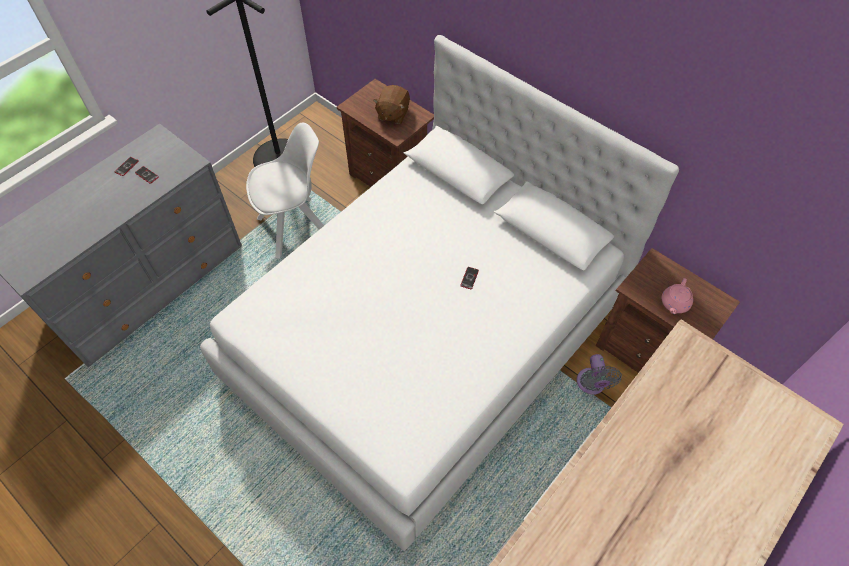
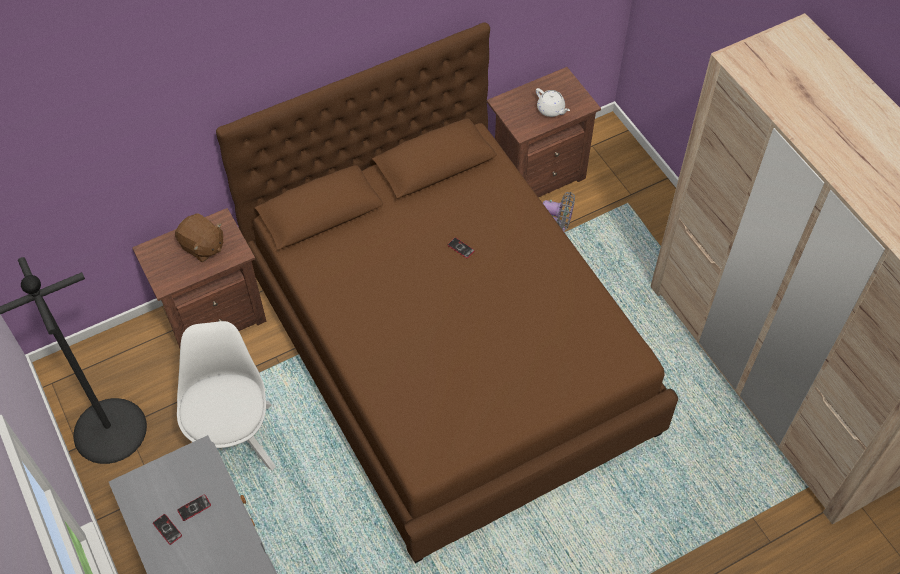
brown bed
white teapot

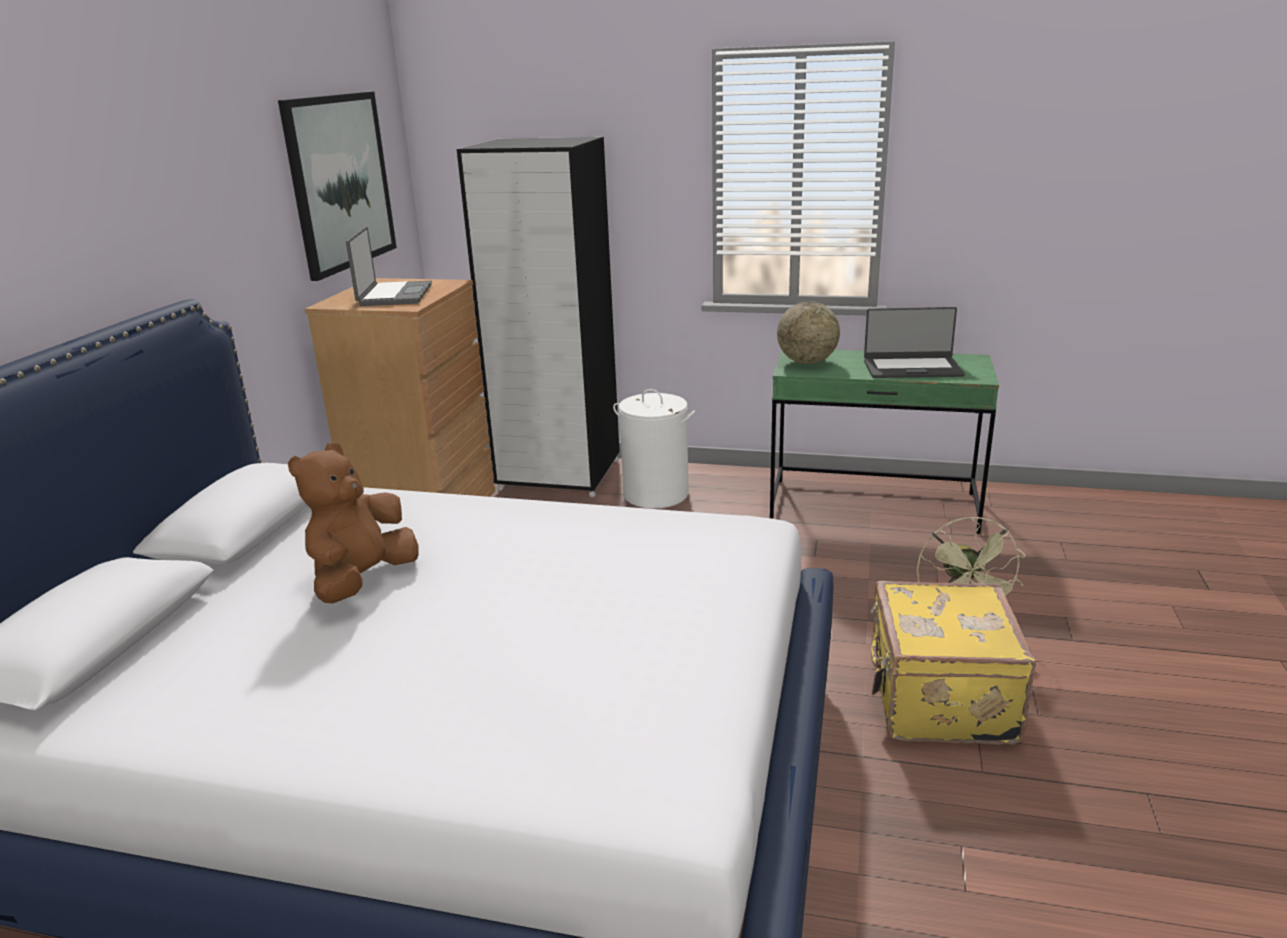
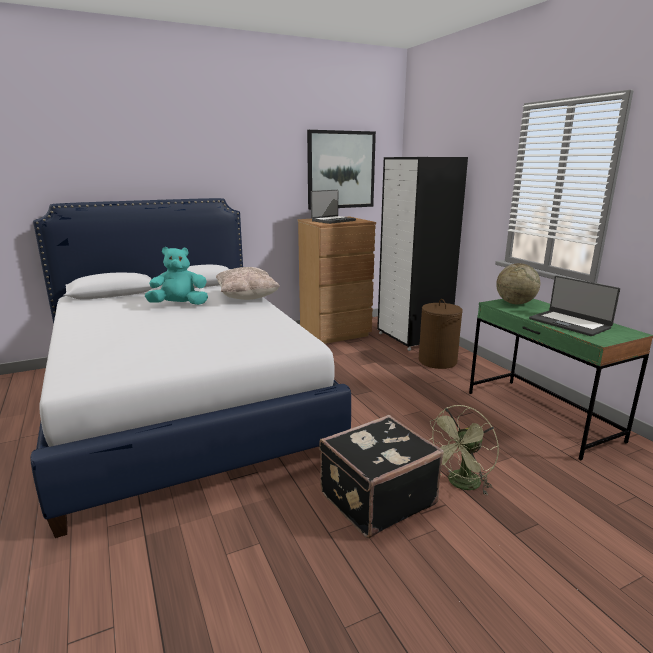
beige pillow
turquoise plush toy
brown laundry basket
black suitcase

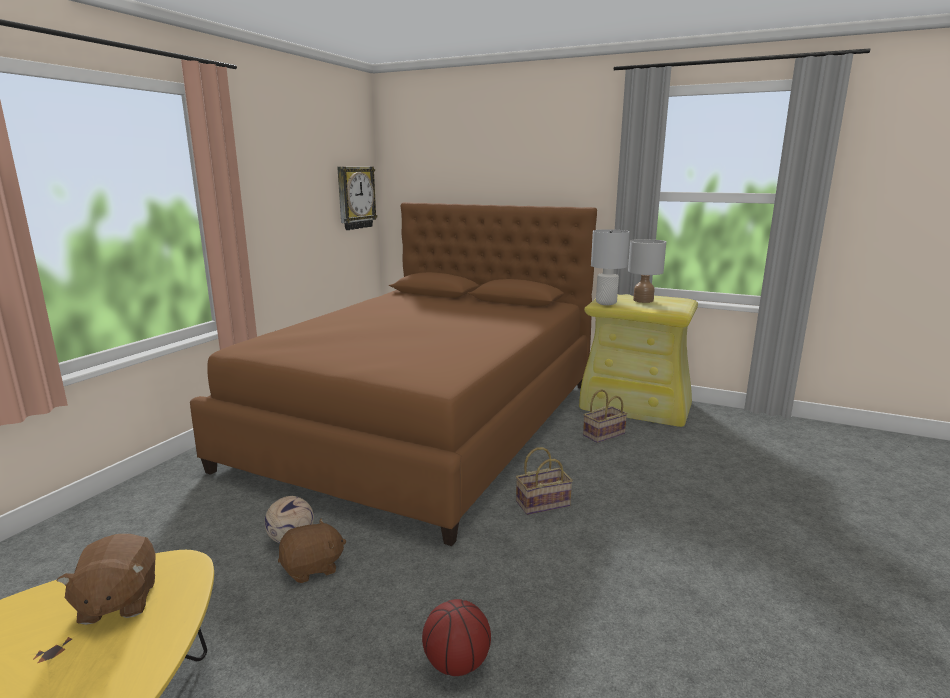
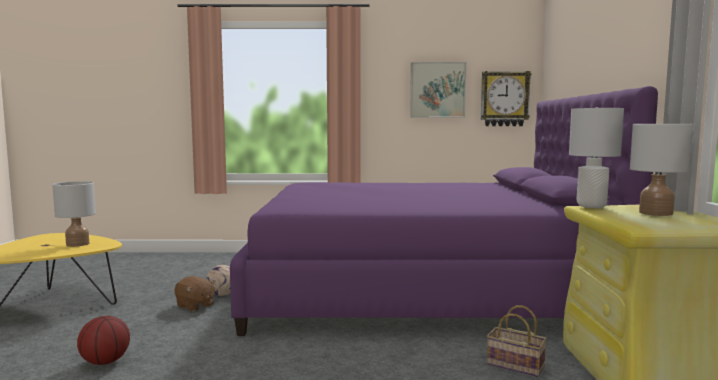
basket (no. 1 from left in the first image)
picture
grey table lamp (no. 1 from left)
purple bed

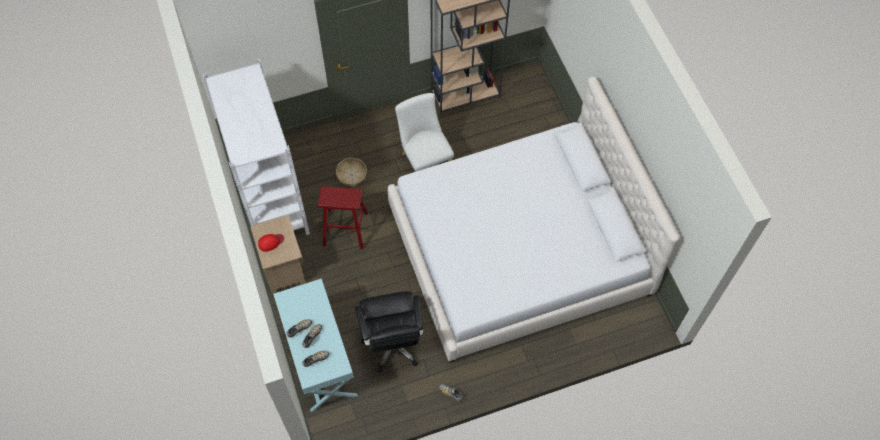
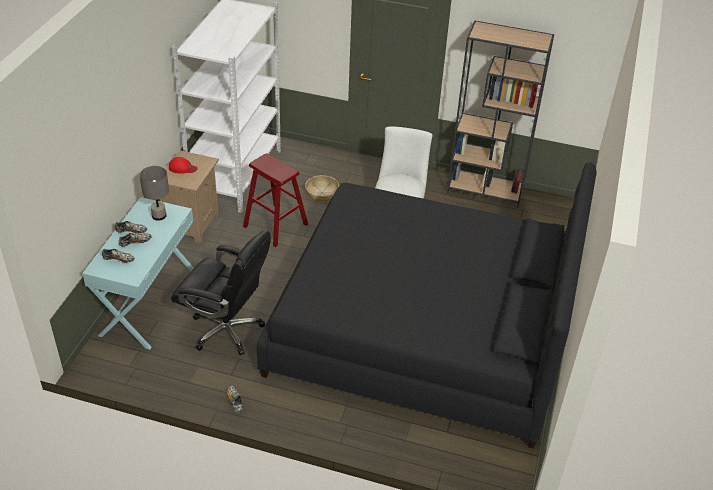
grey table lamp
black bed
black office chair

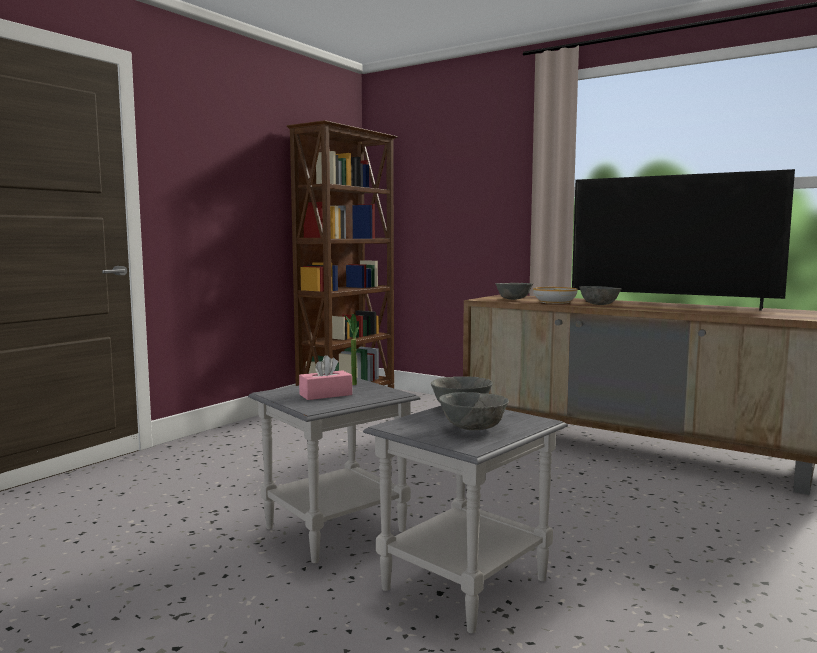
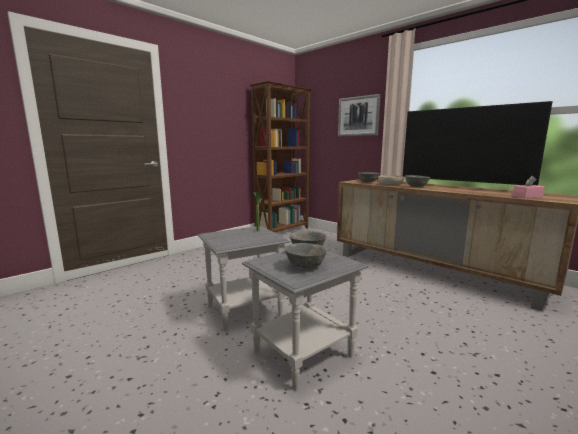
picture
pink tissue box

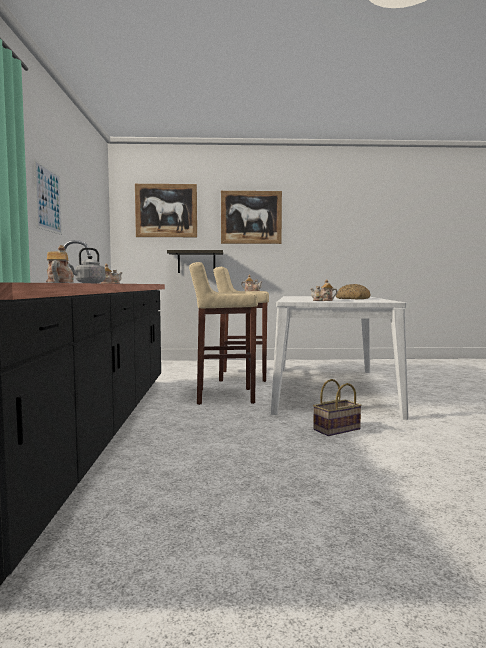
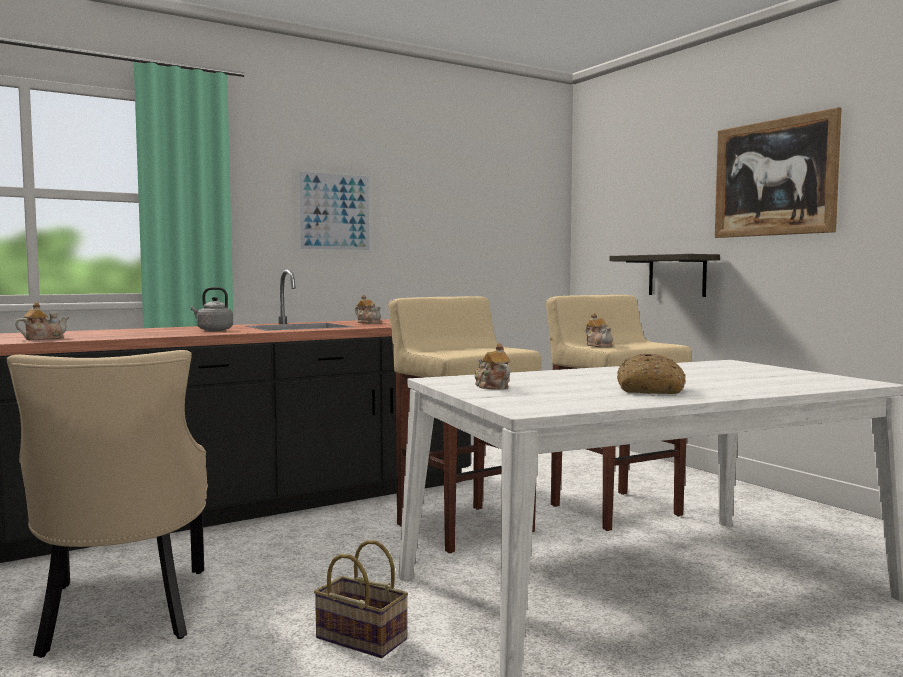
picture (no. 2 from left in the first image)
beige chair

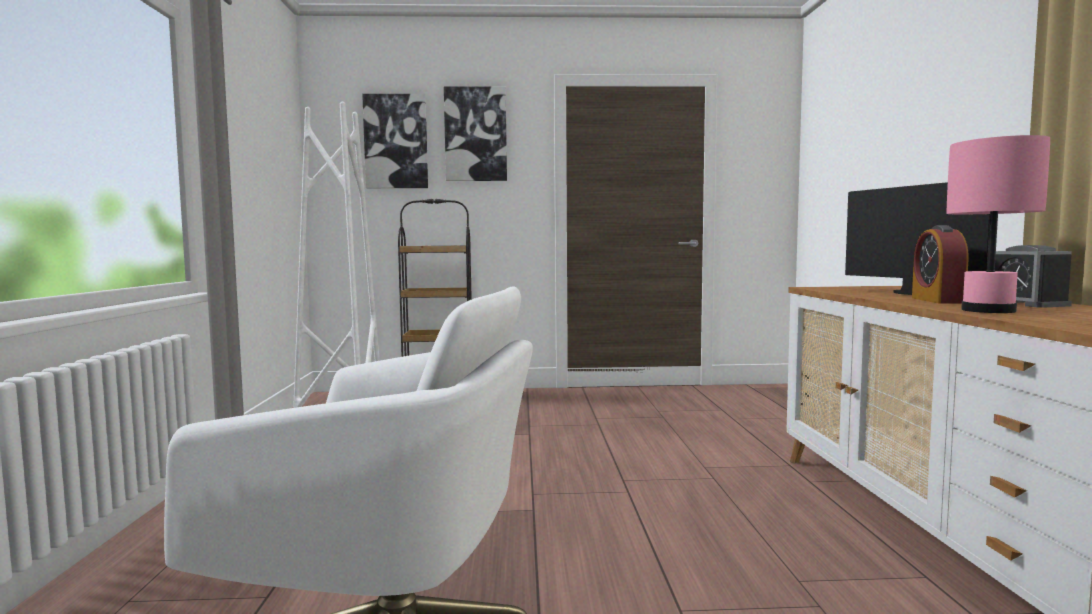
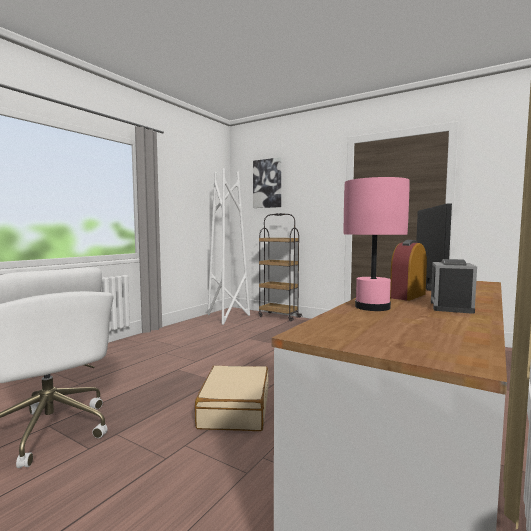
picture (no. 2 from left in the first image)
beige suitcase

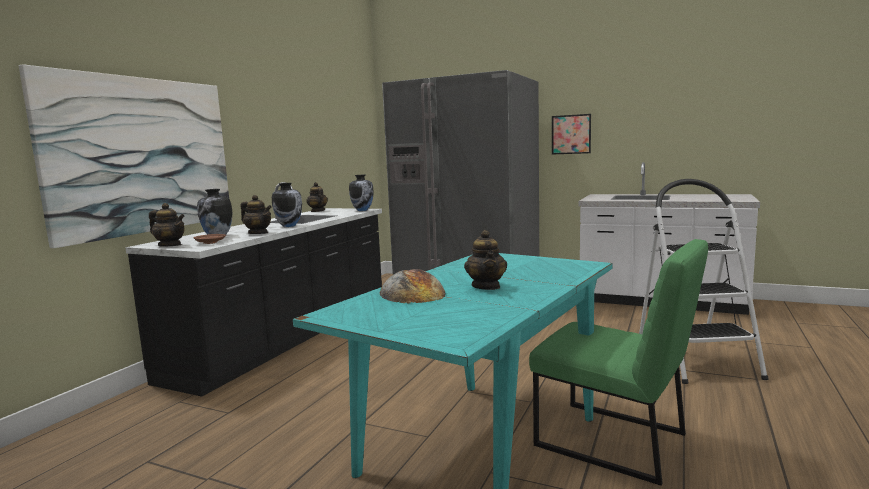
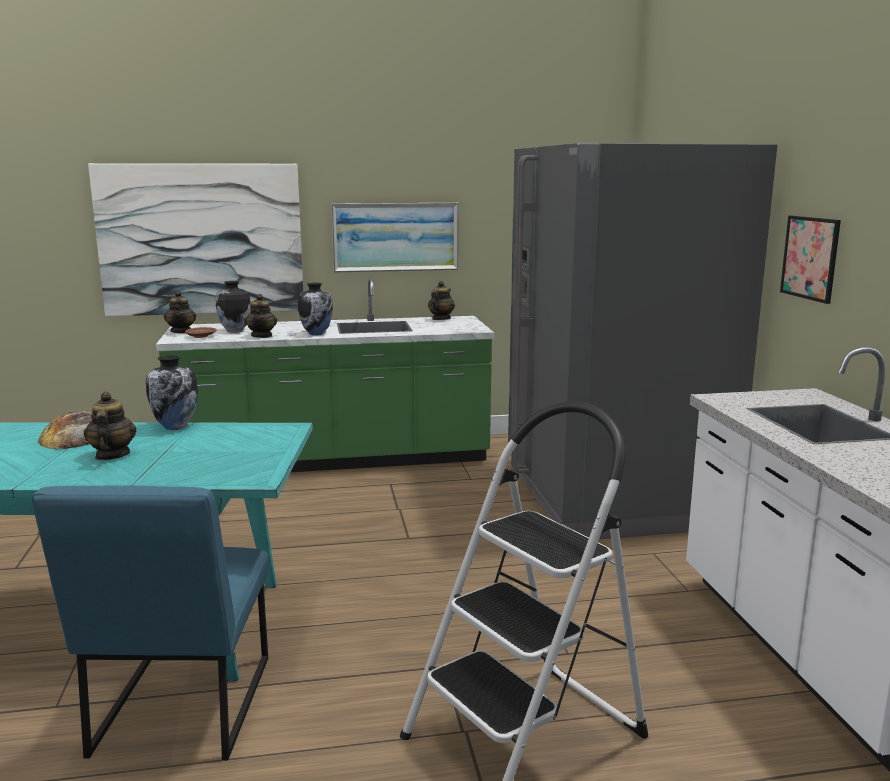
picture (no. 2 from left)
vase (no. 1 from left)
green counter
blue chair
teapot (no. 1 from left)

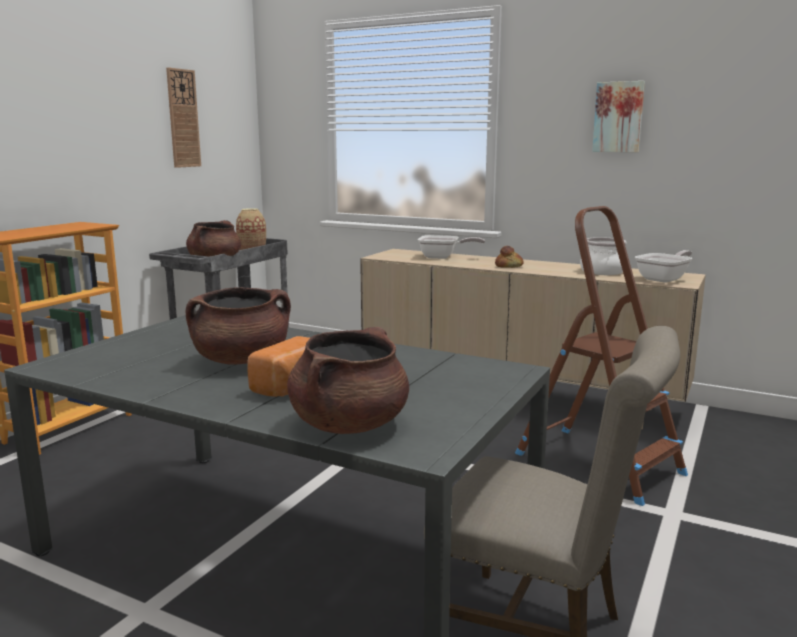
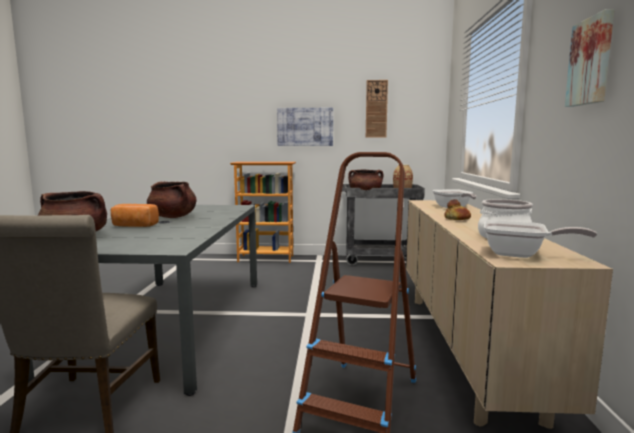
picture (no. 1 from left)

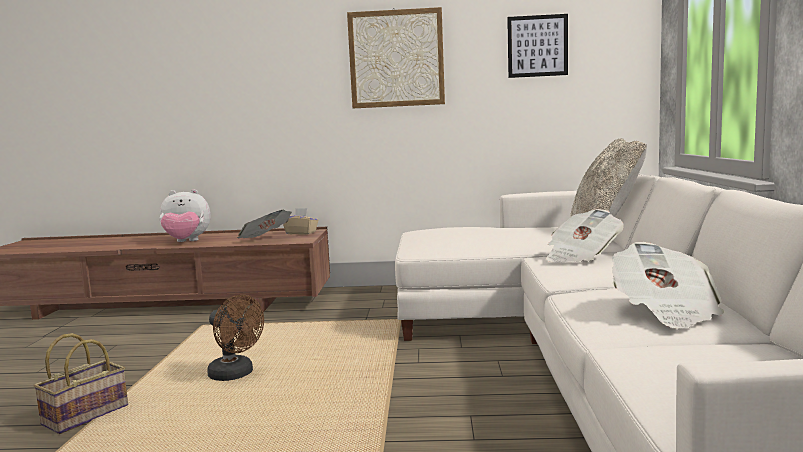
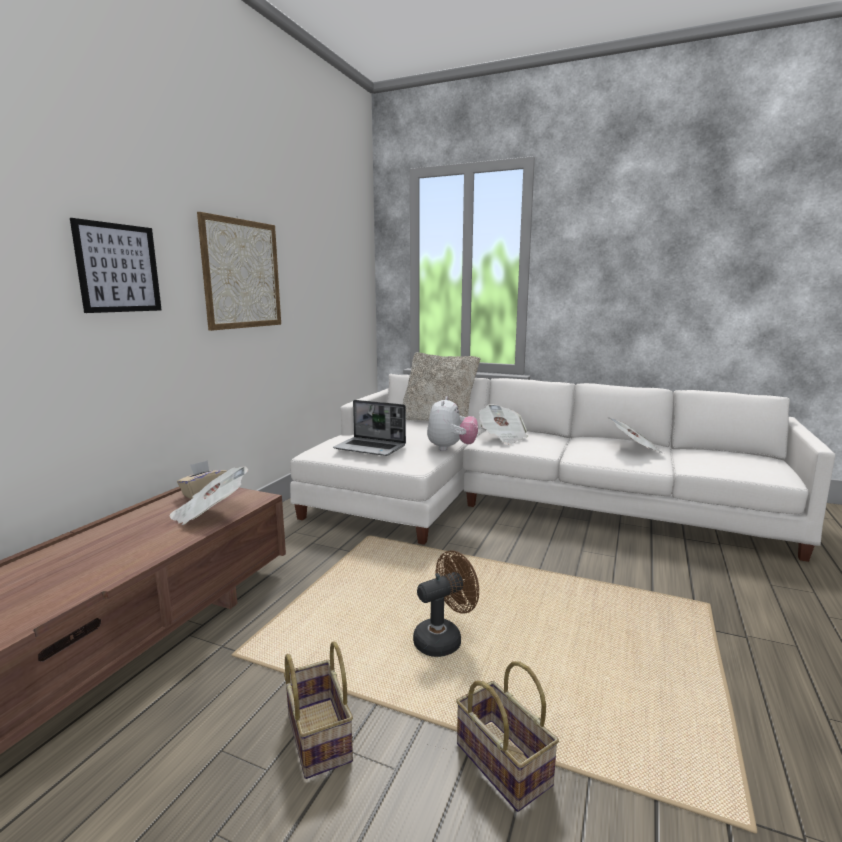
basket (no. 1 from left)
laptop
plush toy
picture (no. 1 from left)

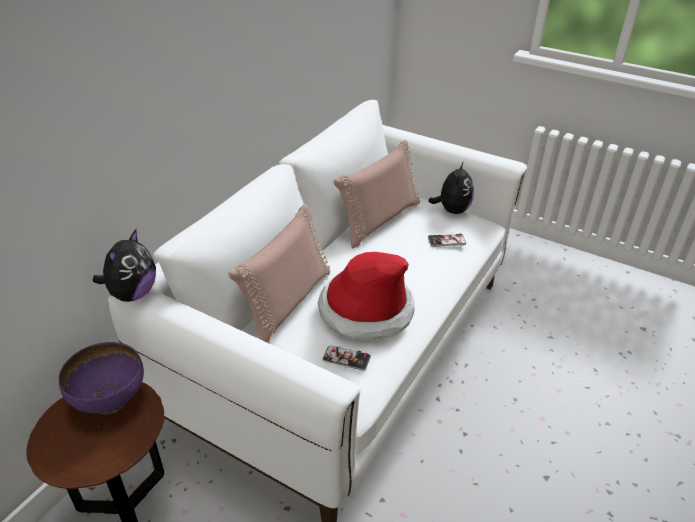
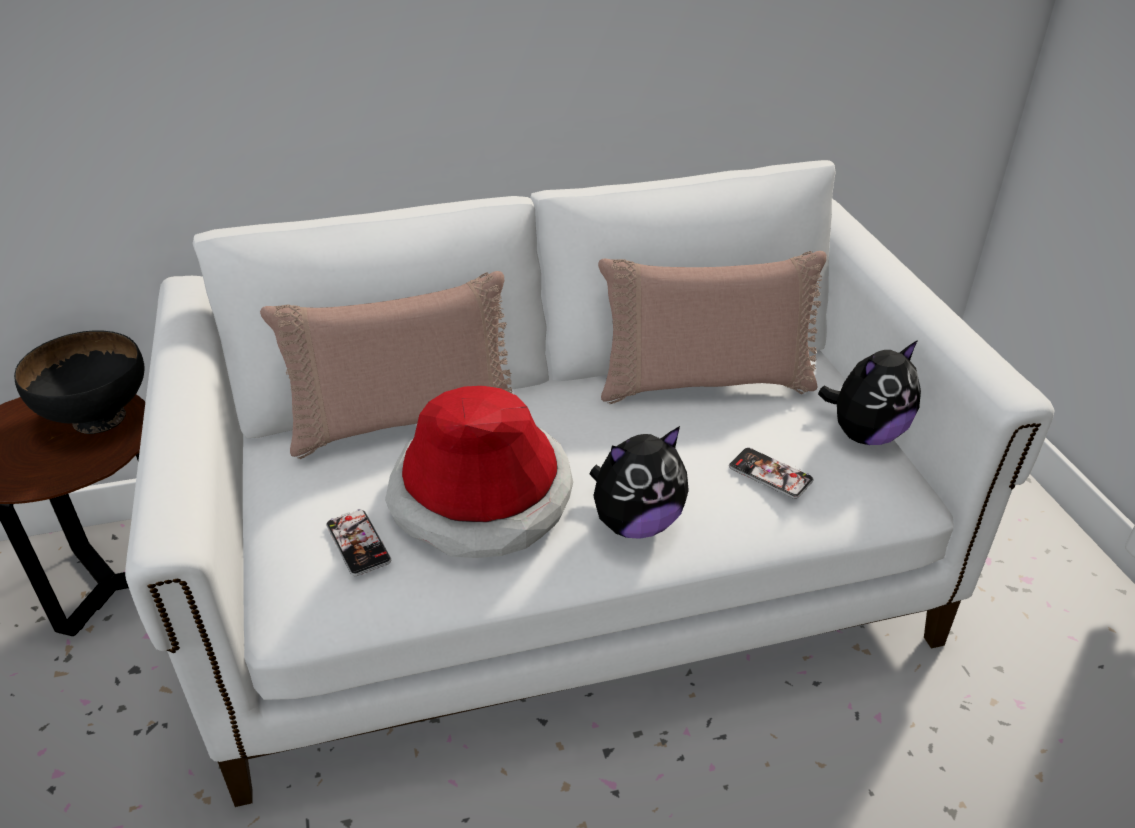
plush toy (no. 1 from left)
black bowl

